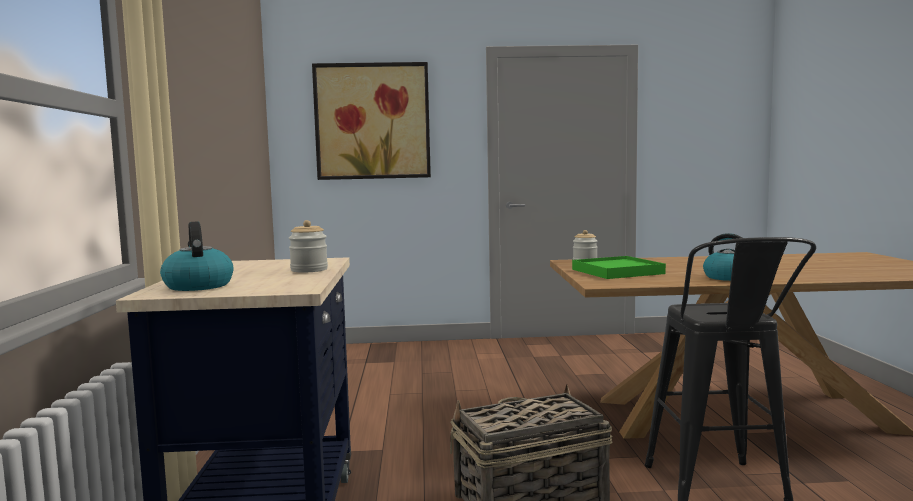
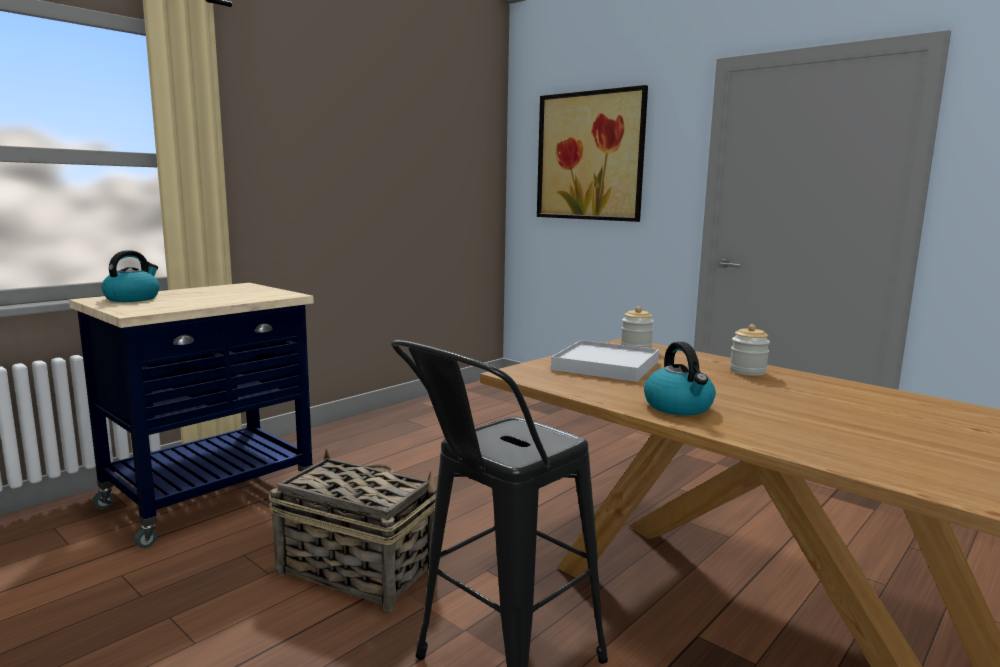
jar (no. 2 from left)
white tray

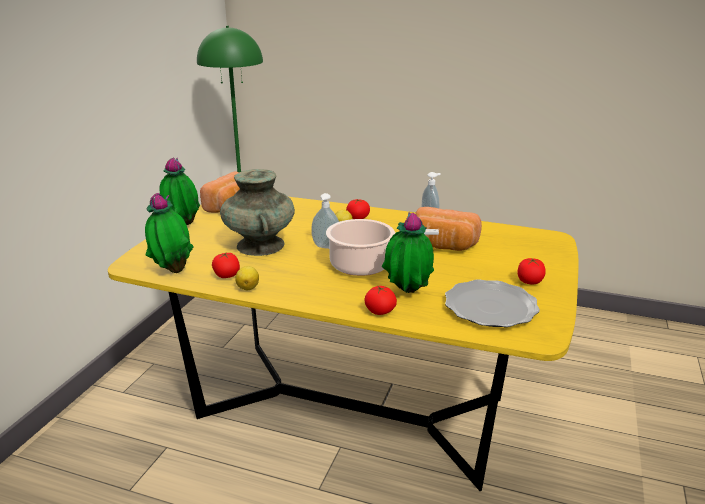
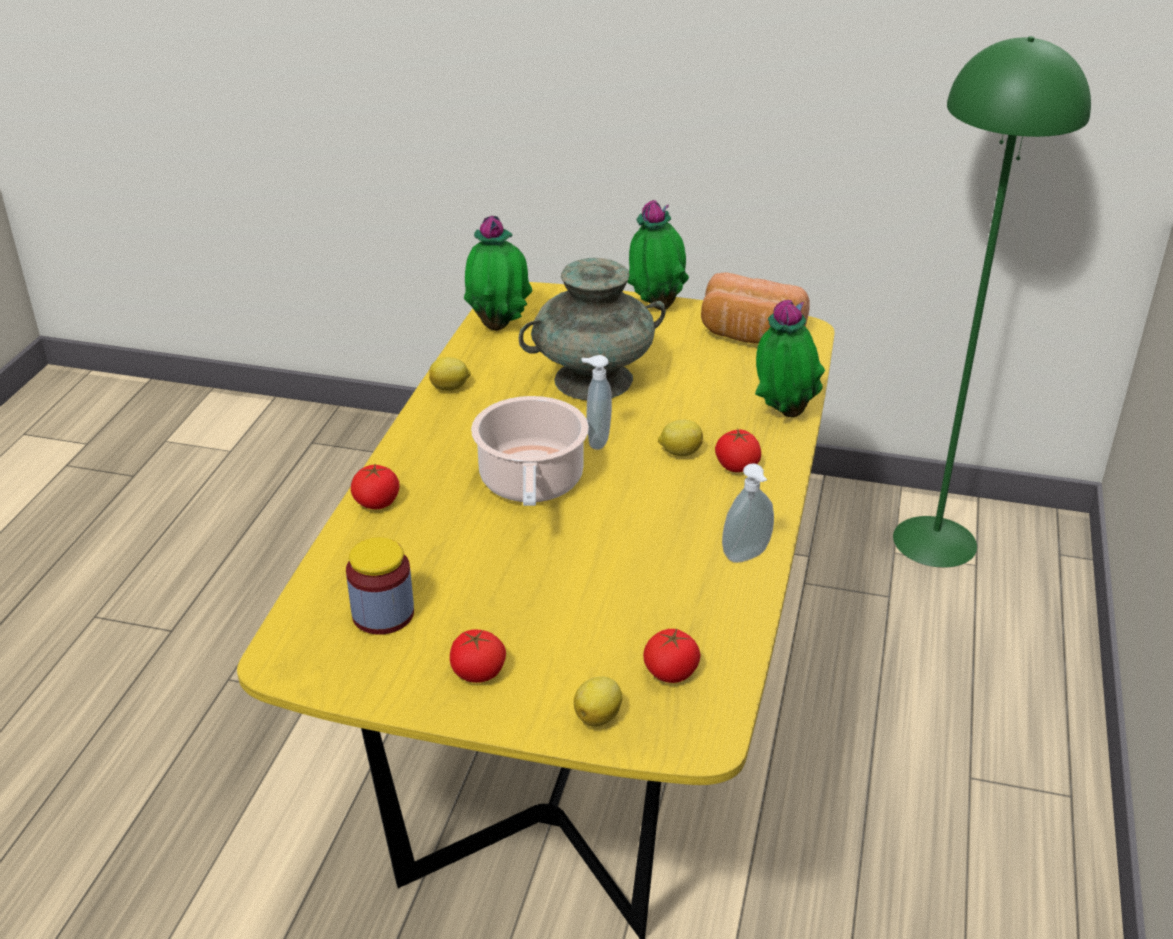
bread (no. 2 from left in the first image)
lemon (no. 2 from left)
tomato (no. 3 from left)
potted plant (no. 3 from left)
jar

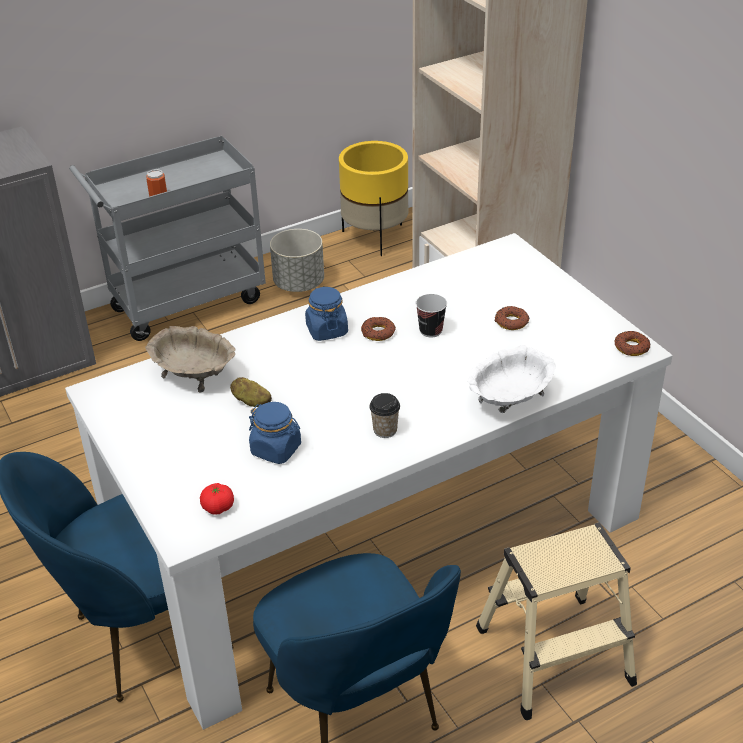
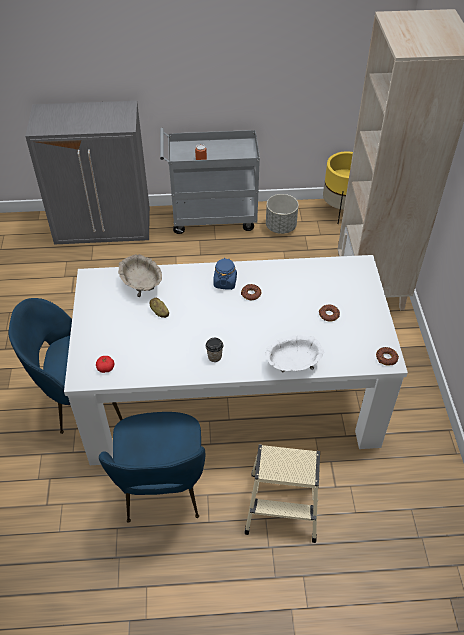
blue jar (no. 1 from left in the first image)
cup (no. 2 from left in the first image)

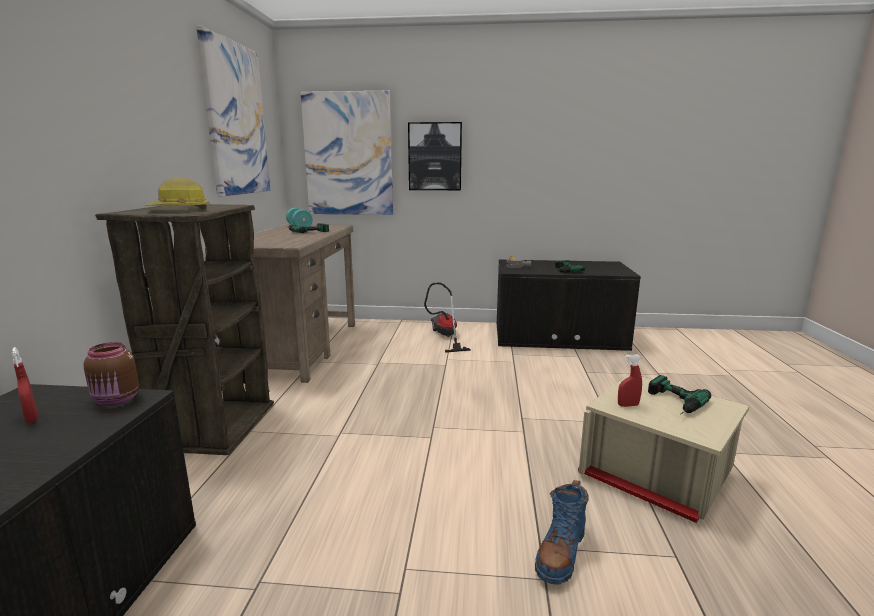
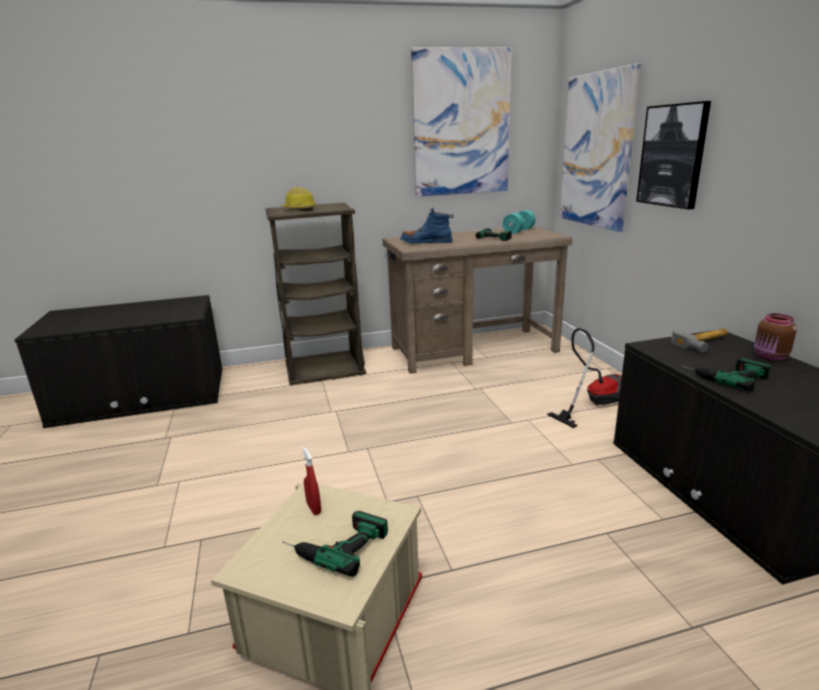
red spray bottle (no. 1 from left in the first image)
brown jar
blue boot

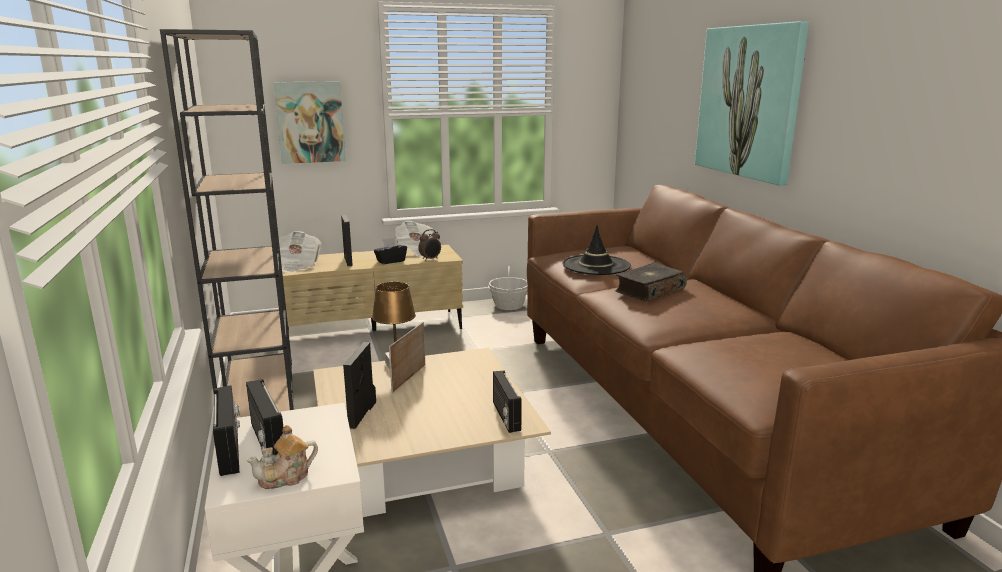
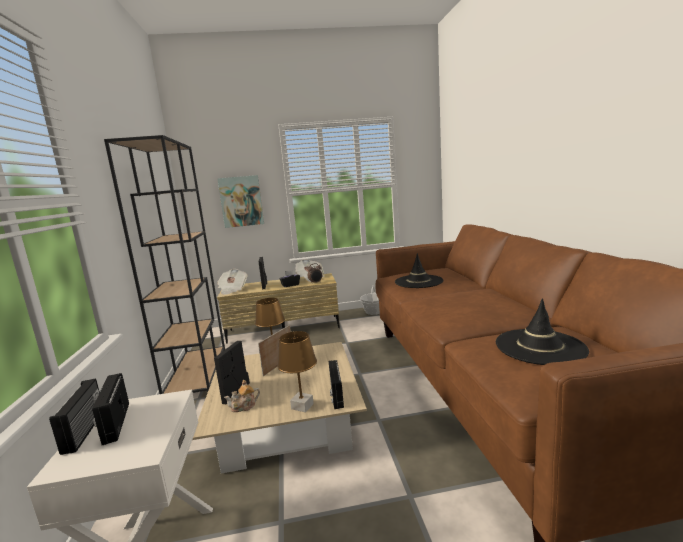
book
picture (no. 2 from left in the first image)
brown table lamp (no. 2 from left)
black hat (no. 2 from left)
teapot

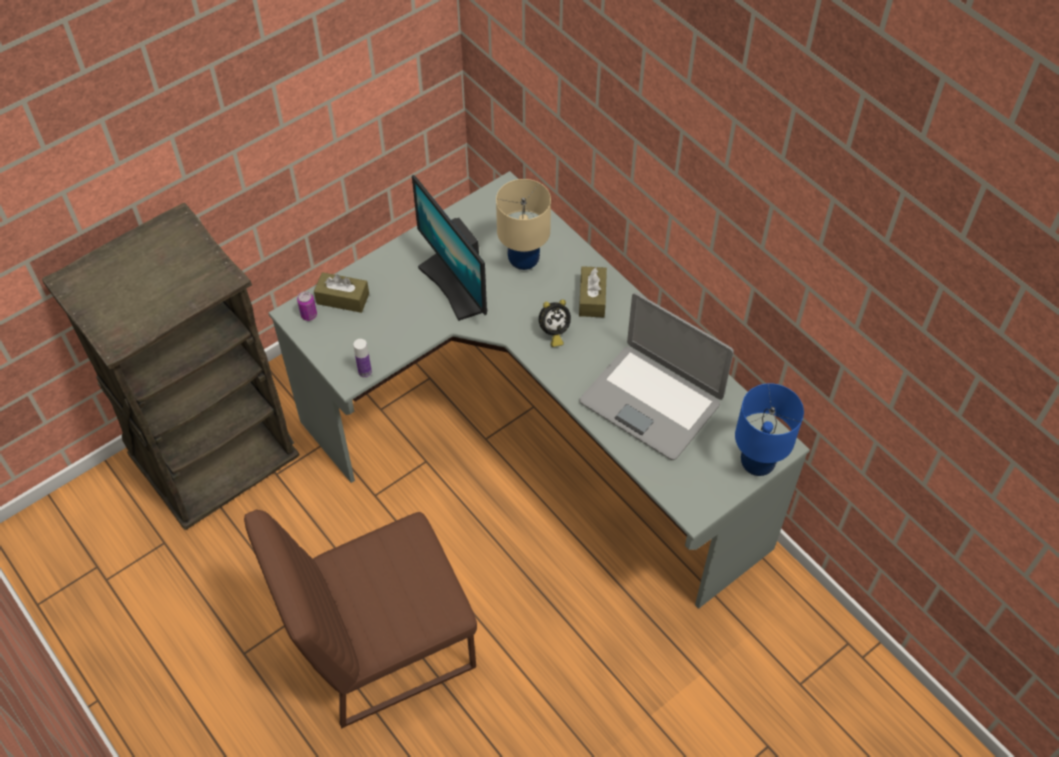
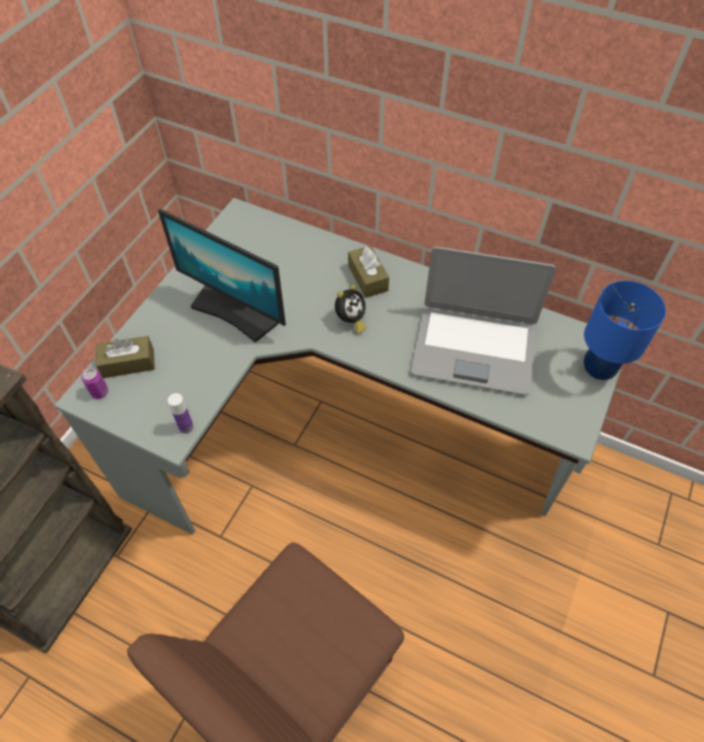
beige table lamp

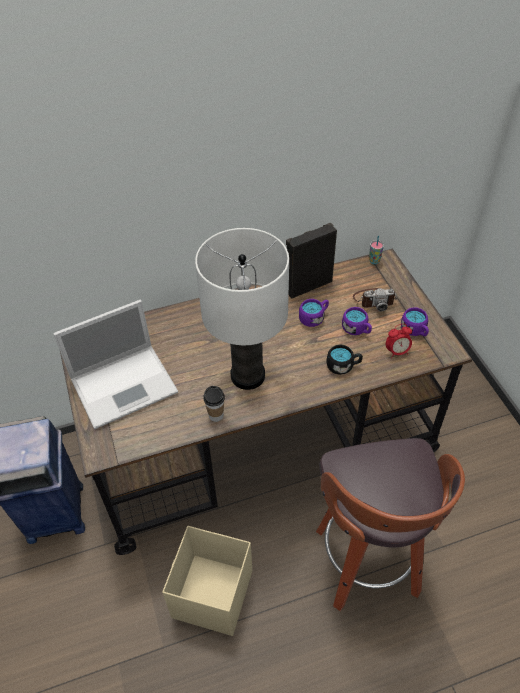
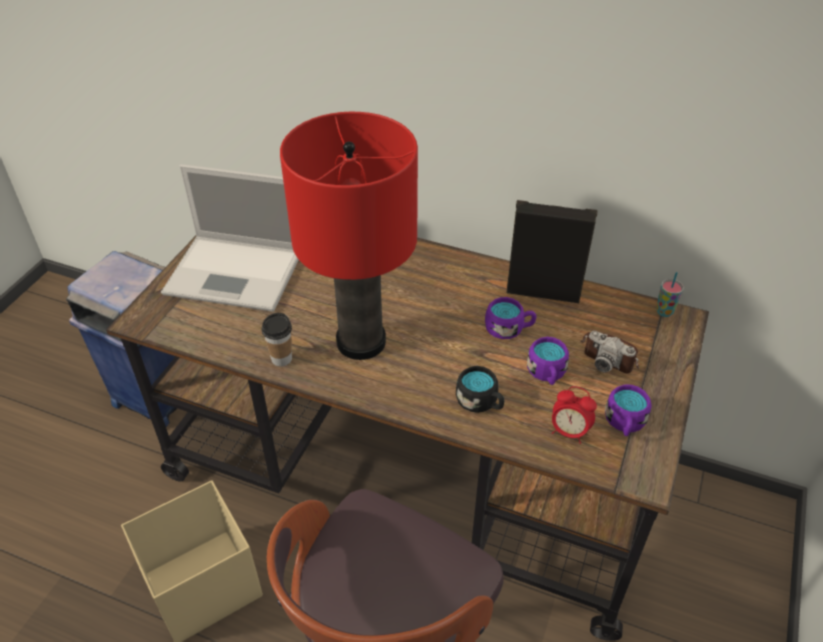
red table lamp

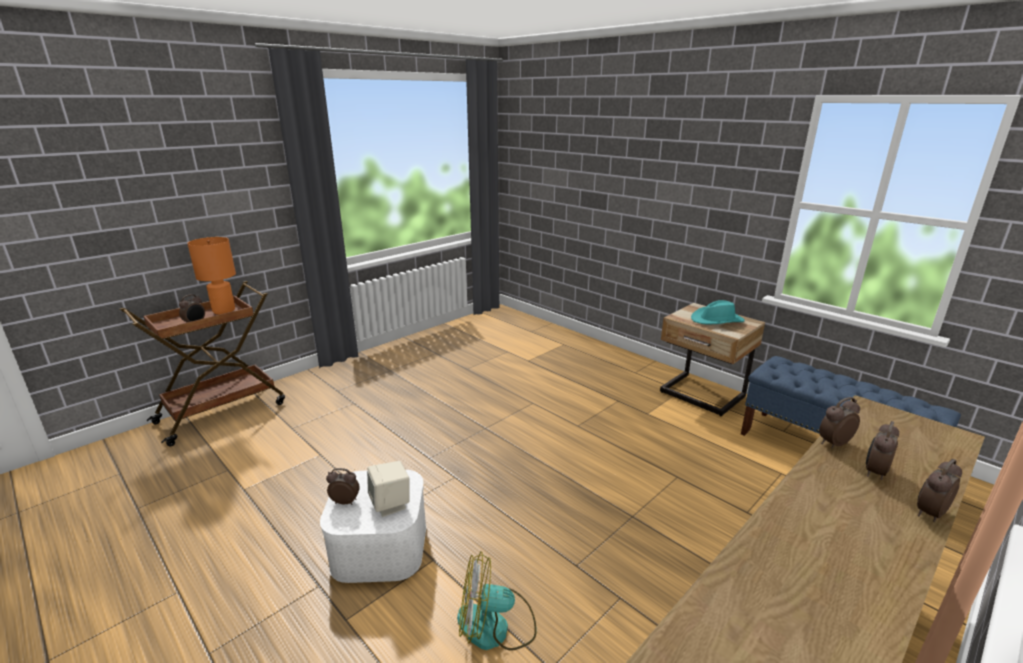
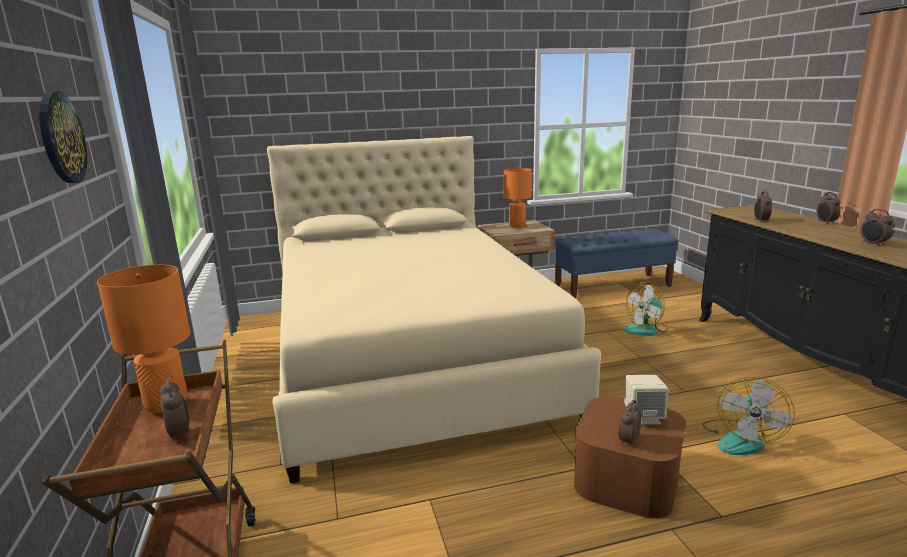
wall clock
beige bed
fan (no. 1 from left)
alarm clock (no. 5 from left)
orange table lamp (no. 2 from left)
brown storage box

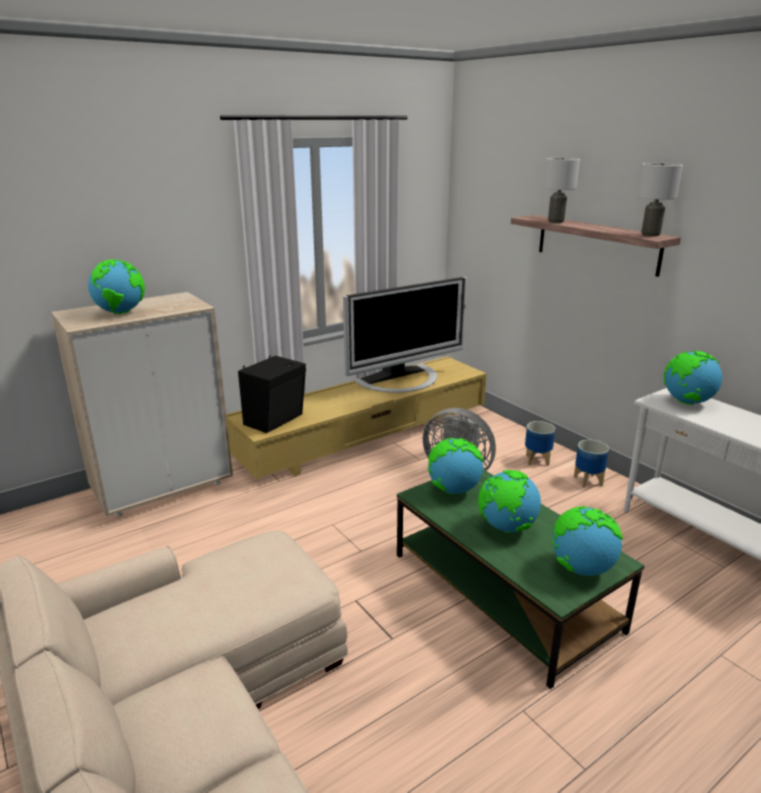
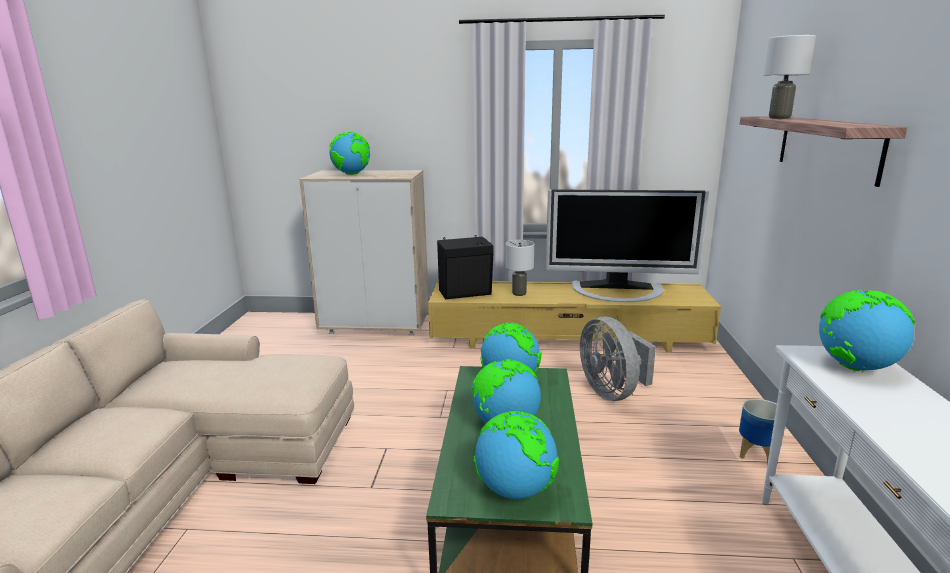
planter (no. 1 from left in the first image)
white table lamp (no. 1 from left)

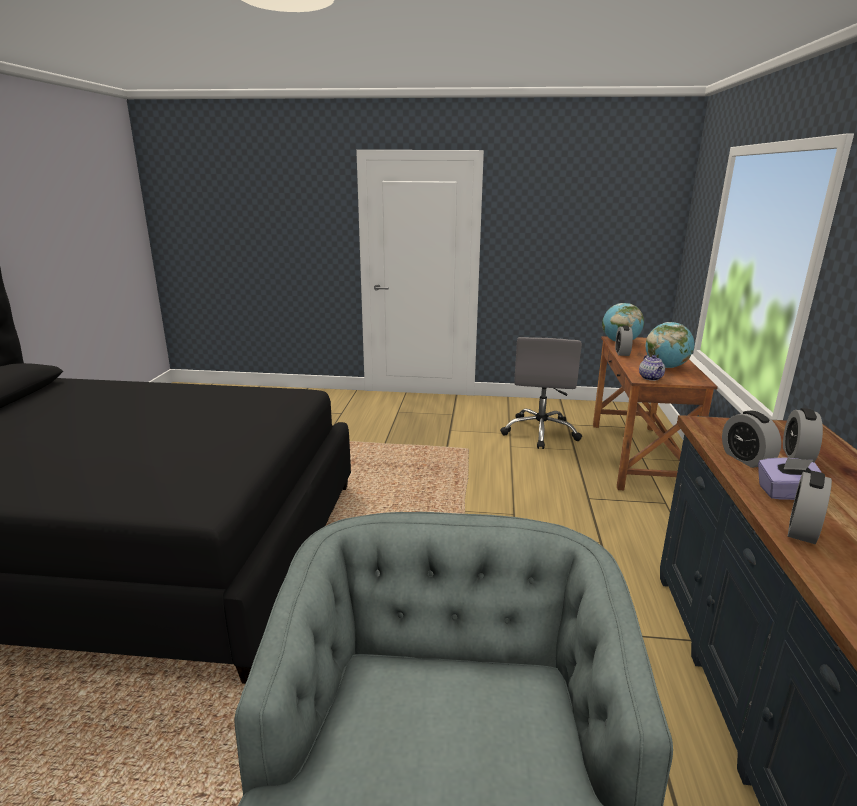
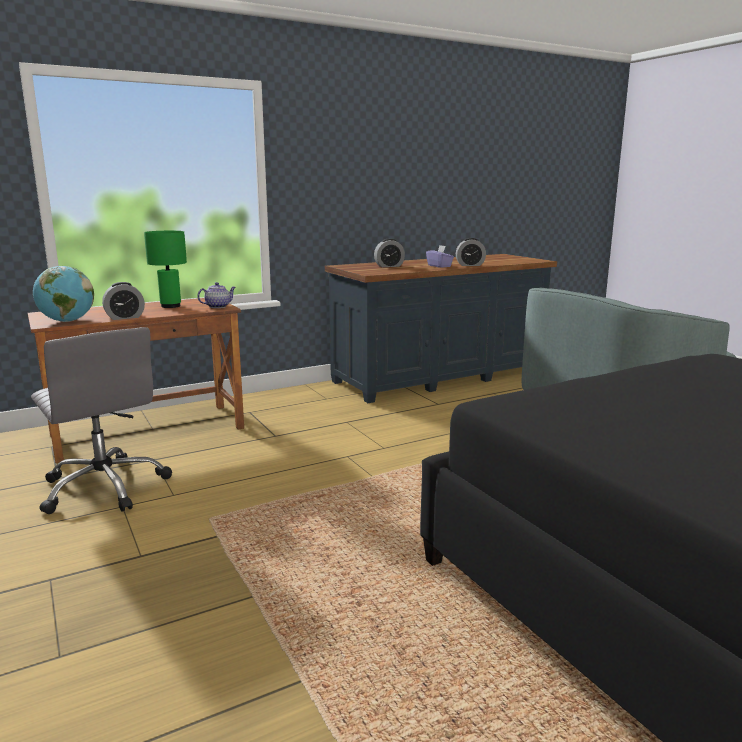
alarm clock (no. 2 from left in the first image)
green table lamp
grey office chair

